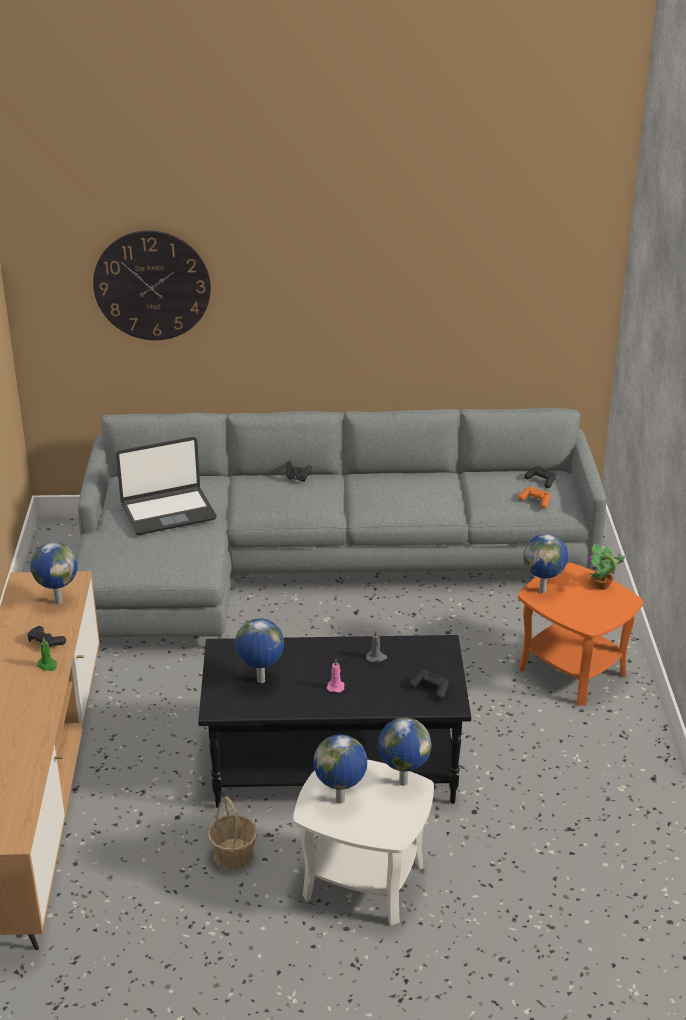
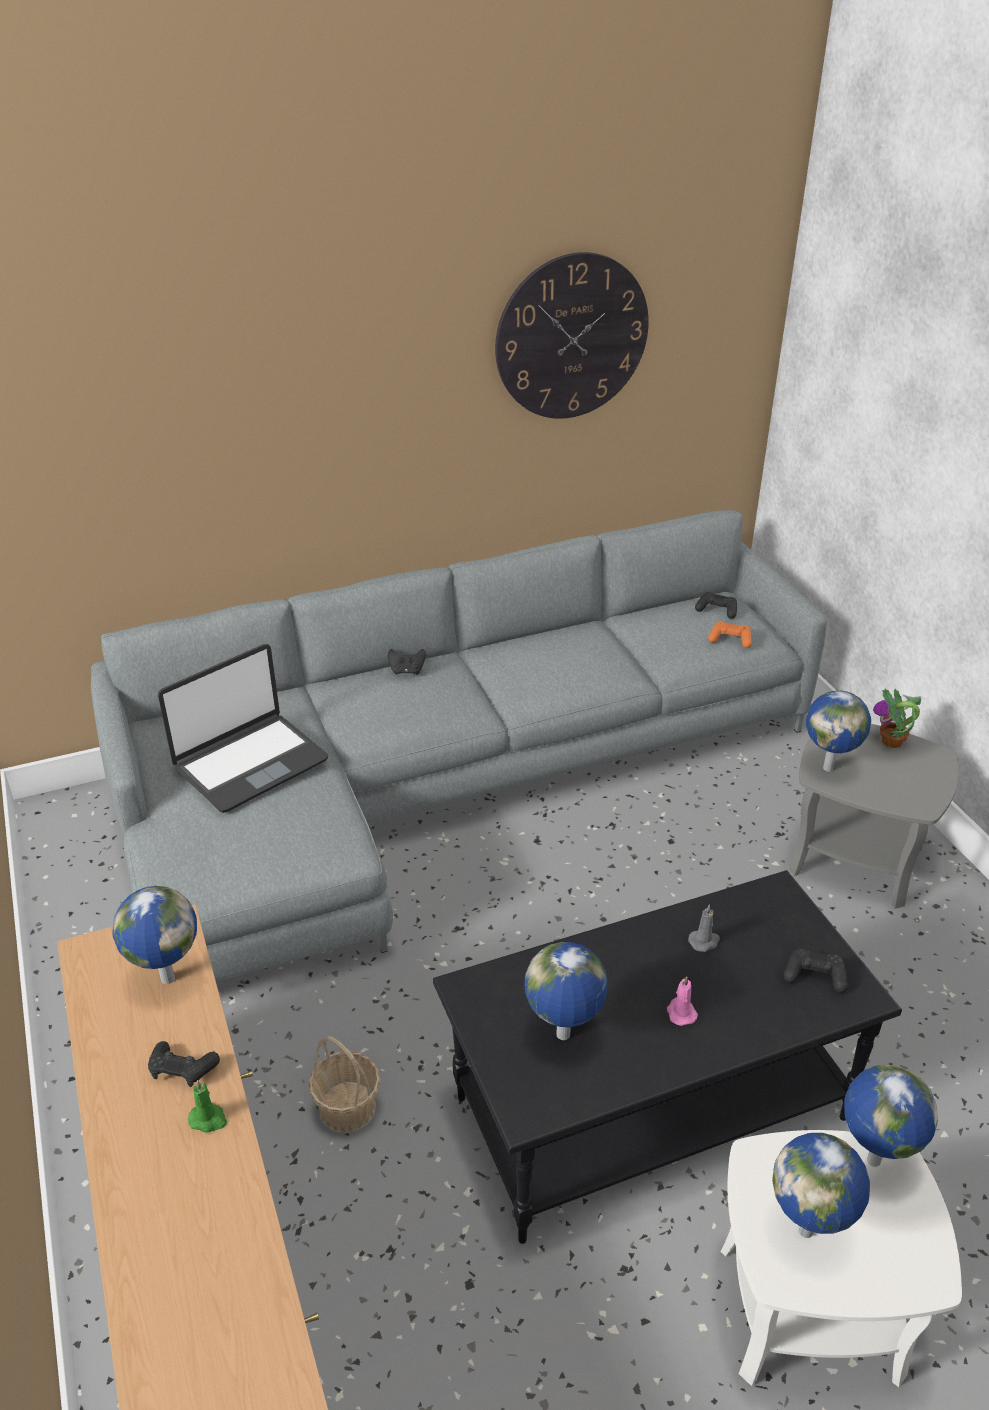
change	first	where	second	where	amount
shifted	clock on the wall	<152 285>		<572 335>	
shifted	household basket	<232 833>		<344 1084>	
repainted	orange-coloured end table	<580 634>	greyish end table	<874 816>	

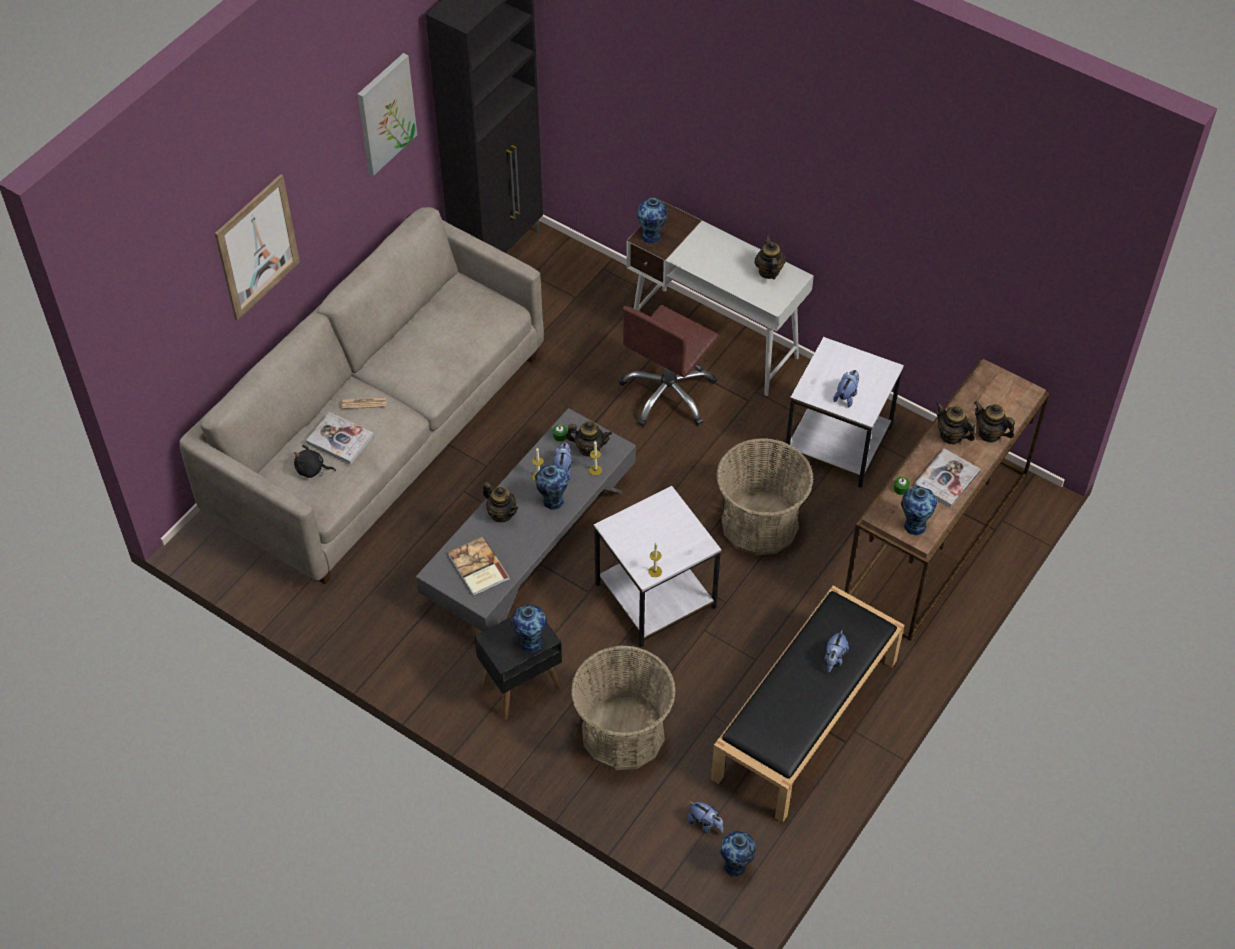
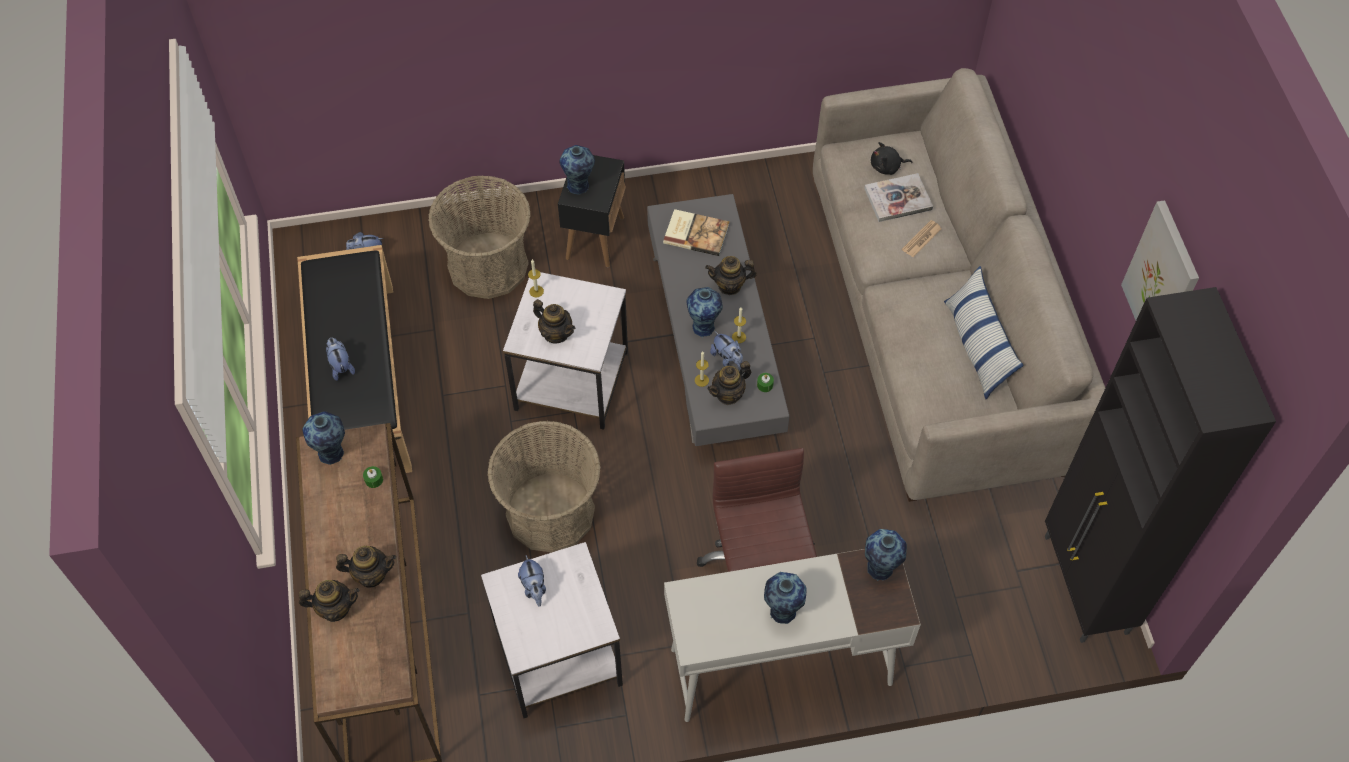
change	first	where	second	where	amount
gone	wall picture	<257 247>			
rotated	black-coloured cuddly toy	<315 461>		<892 158>	150 degrees counterclockwise
shifted	flower vase	<738 854>		<785 598>	
shifted	pot for tea	<770 257>		<554 321>	
gone	book	<947 478>			
new			cushion	<984 332>	

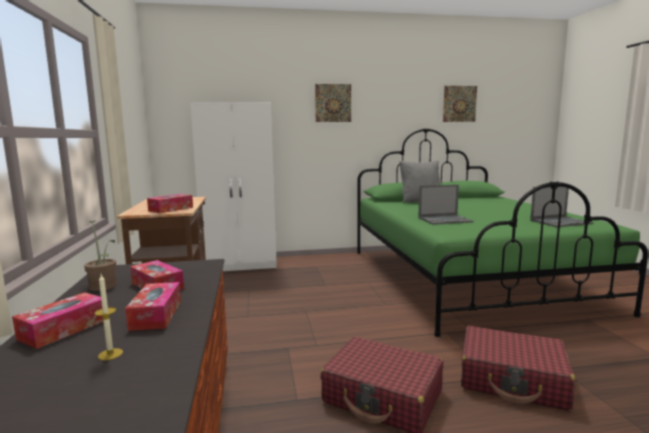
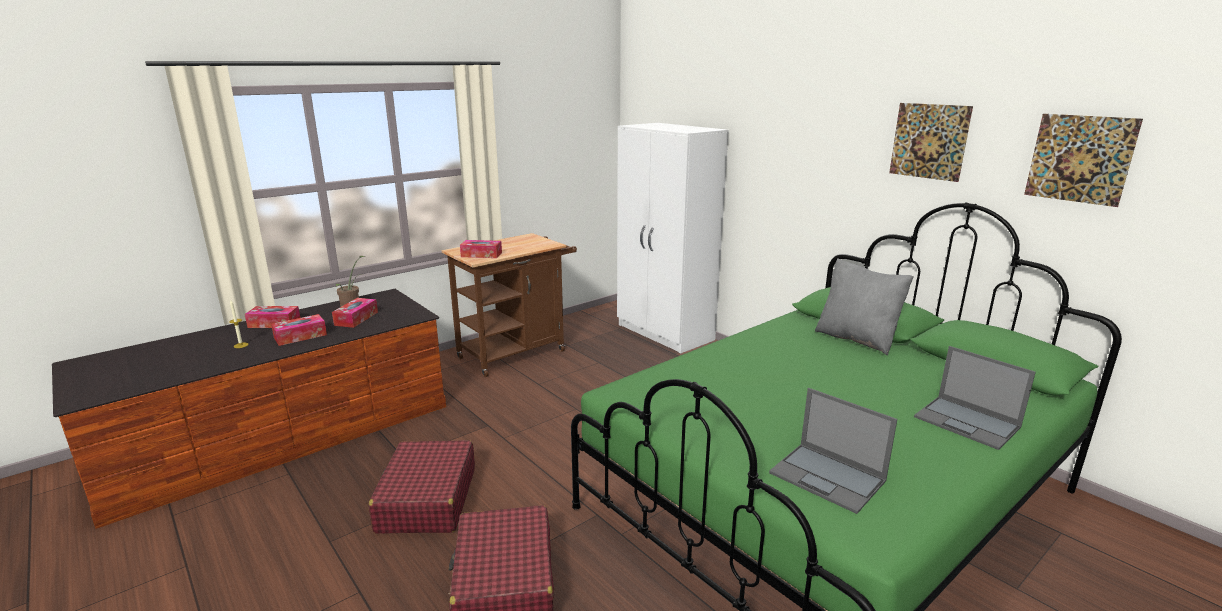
change	first	where	second	where	amount
shifted	wall picture	<333 103>		<931 142>	
shifted	portable computer	<446 205>		<975 398>	

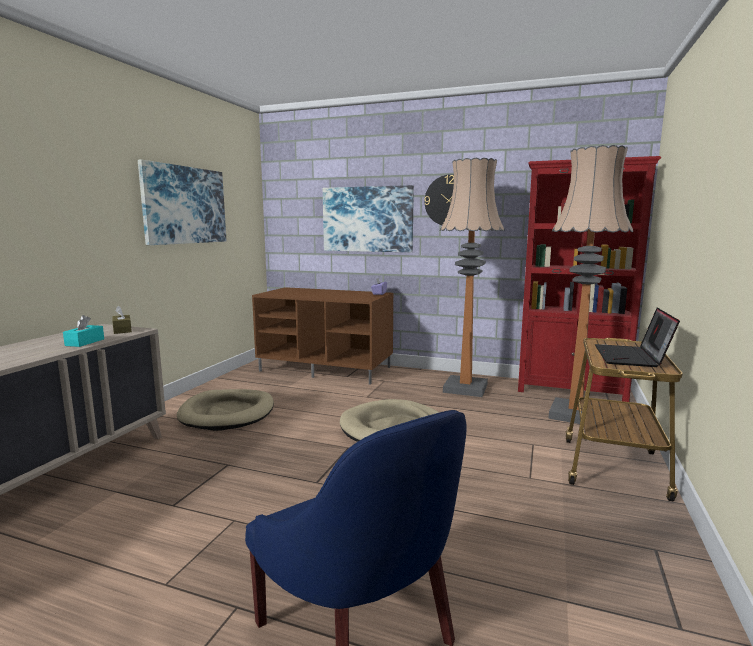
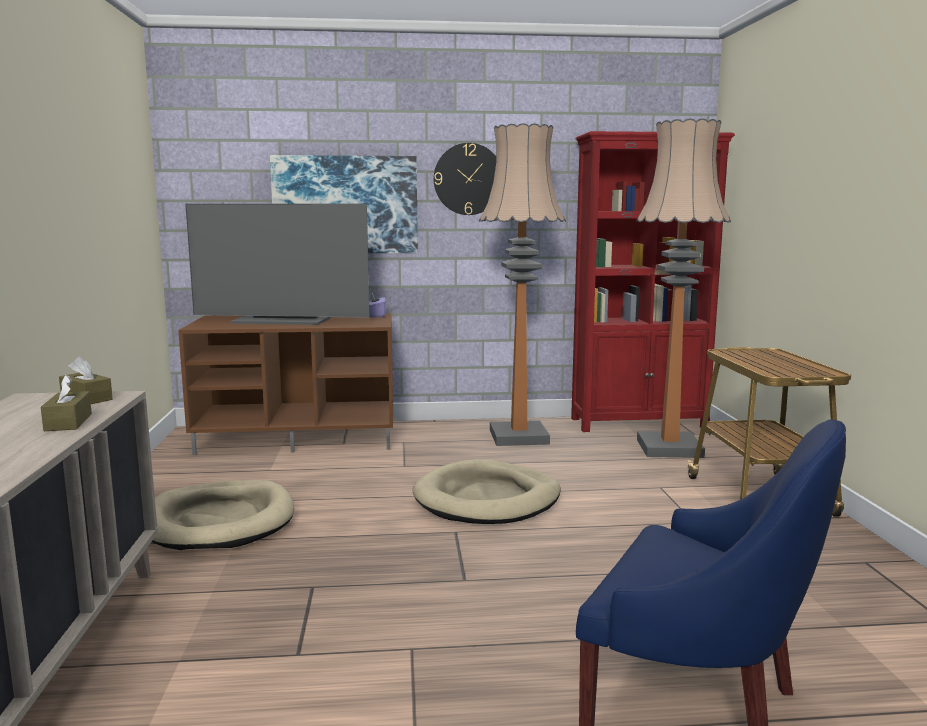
change	first	where	second	where	amount
repainted	turquoise tissue holder	<83 331>	brown-coloured tissue holder	<66 403>	
gone	wall picture	<182 202>			
gone	portable computer	<637 337>			
new			TV set	<277 264>	

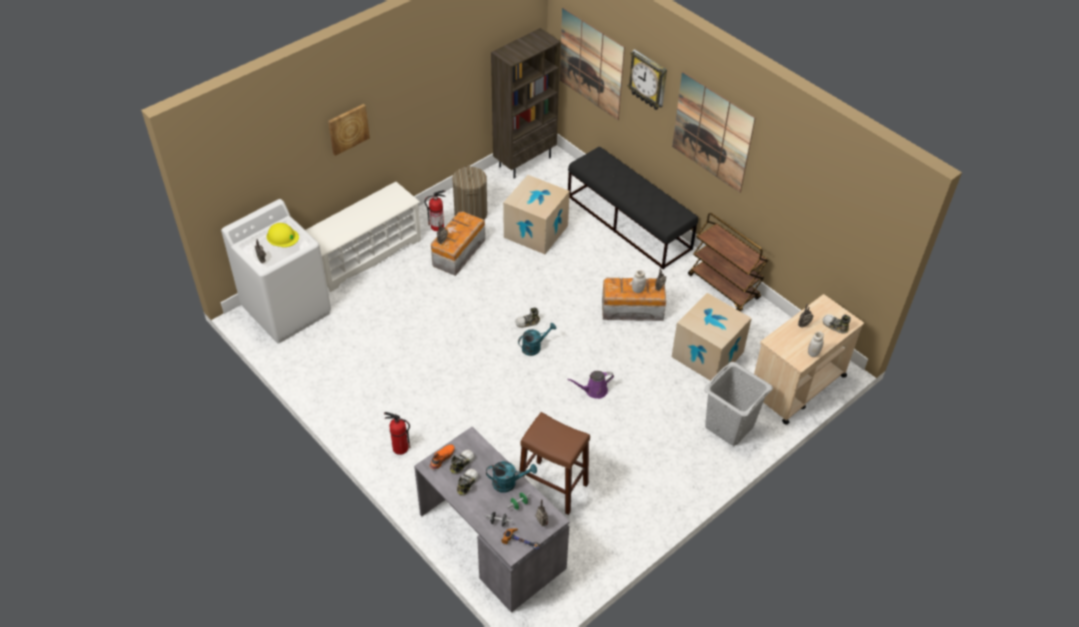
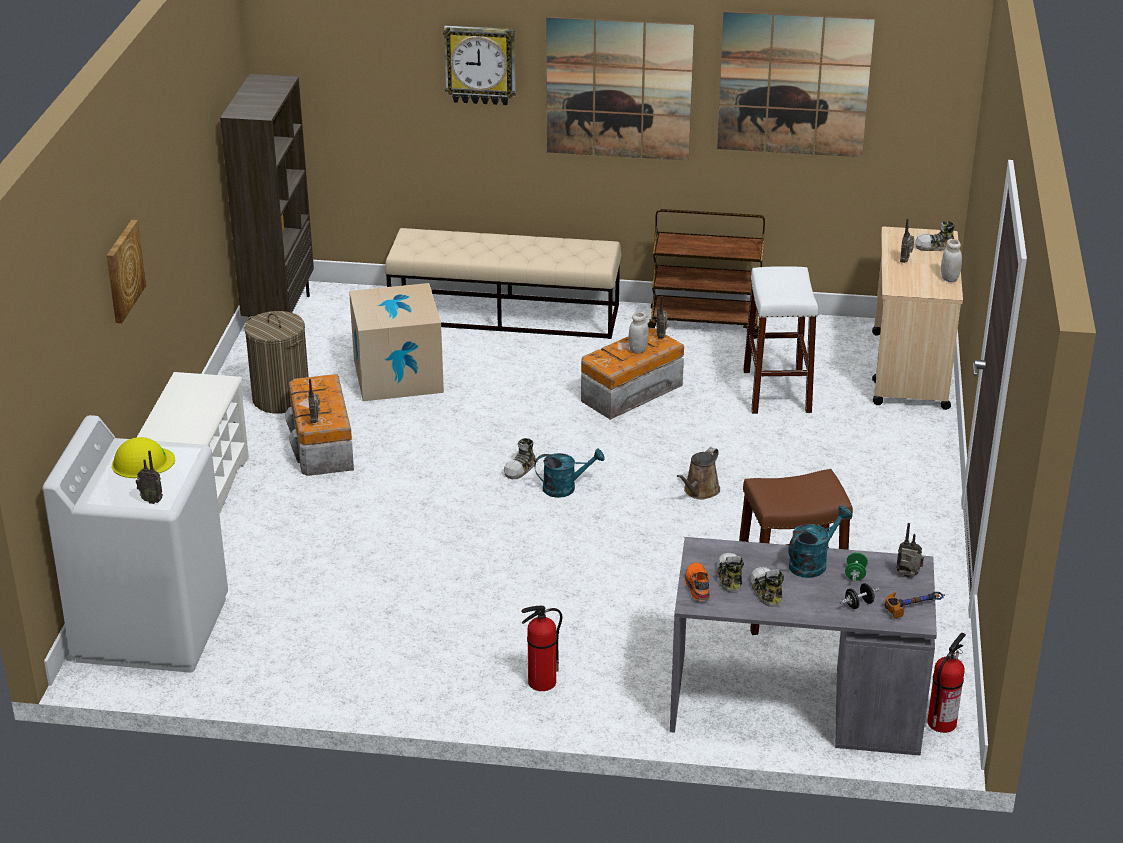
change	first	where	second	where	amount
shifted	fire-fighting cylinder	<435 210>		<946 683>	
rotated	turquoise sprinkling can	<537 339>		<569 473>	60 degrees clockwise
shifted	wall picture	<592 64>		<796 84>	
repainted	purple-coloured sprinkling can	<590 385>	brown-coloured sprinkling can	<698 473>	
repainted	black-coloured long seat	<633 208>	beige long seat	<503 283>	
swapped	packing box	<712 337>	white-coloured stool	<780 340>	
gone	greyish hamper	<738 404>			

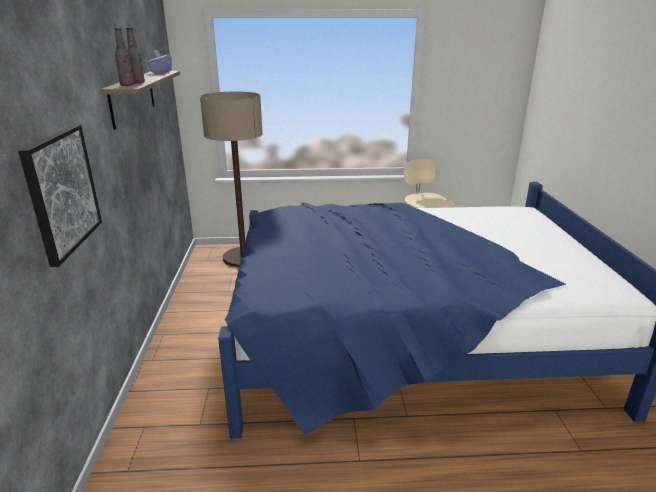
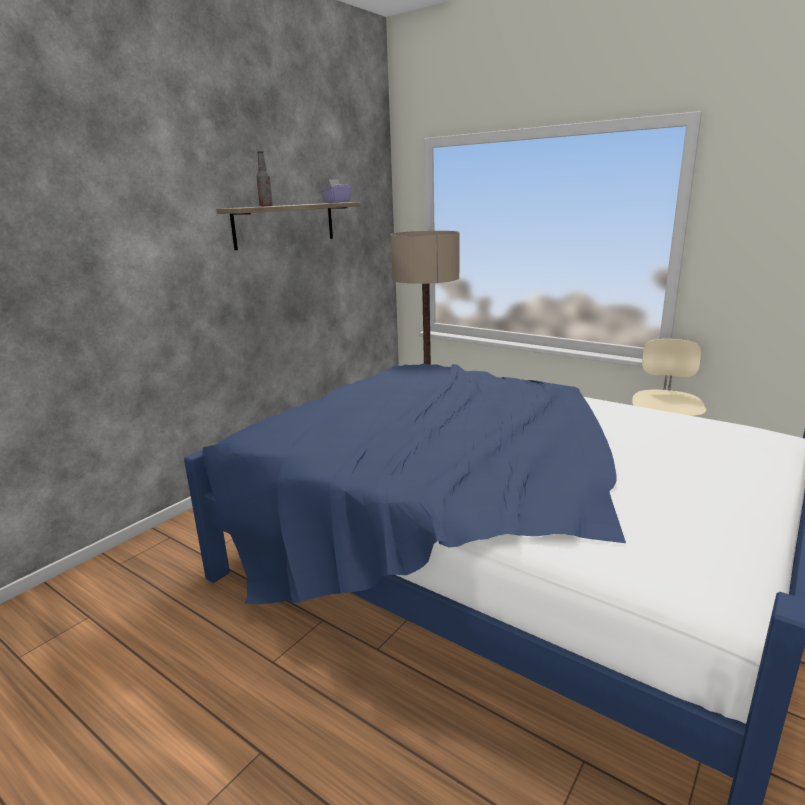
change	first	where	second	where	amount
gone	wall picture	<60 196>			
gone	bottle	<124 57>			

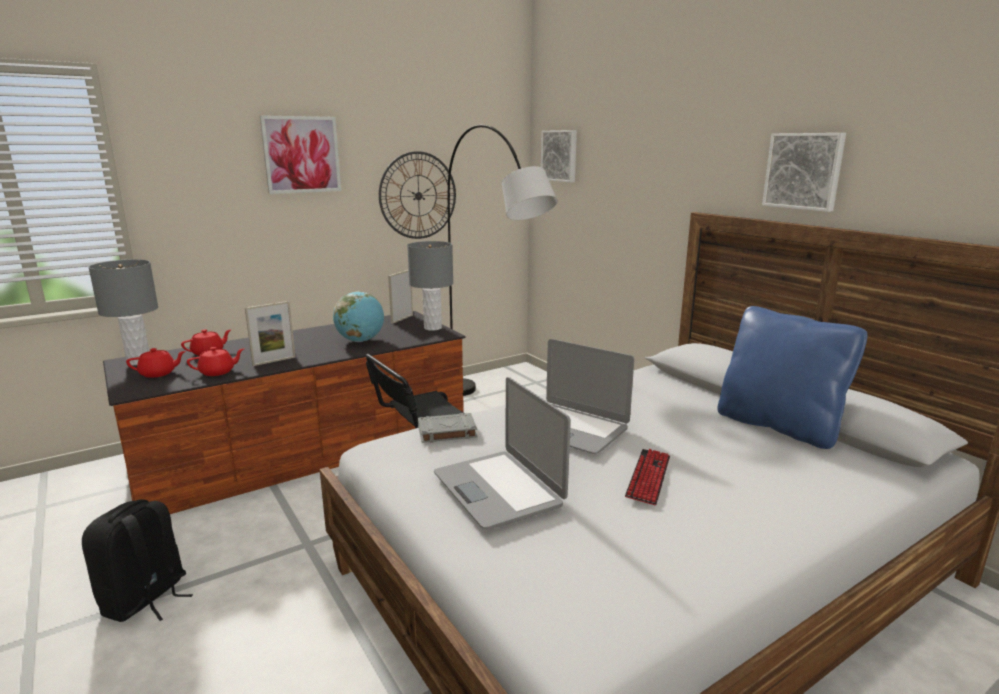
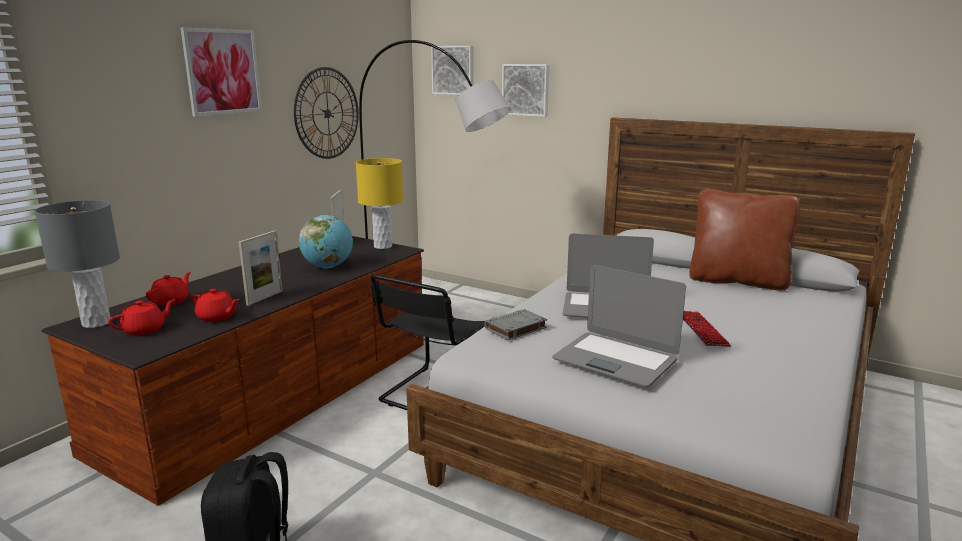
change	first	where	second	where	amount
rotated	red-coloured pot for tea	<216 361>		<215 305>	75 degrees clockwise
repainted	greyish lamp for a table	<430 286>	yellow lamp for a table	<379 203>	
repainted	bluish cushion	<792 377>	brown-coloured cushion	<745 240>	
shifted	wall picture	<804 172>		<525 90>	

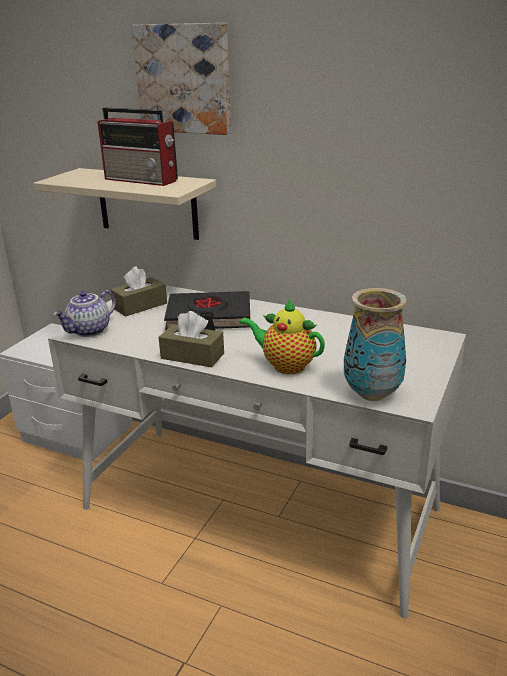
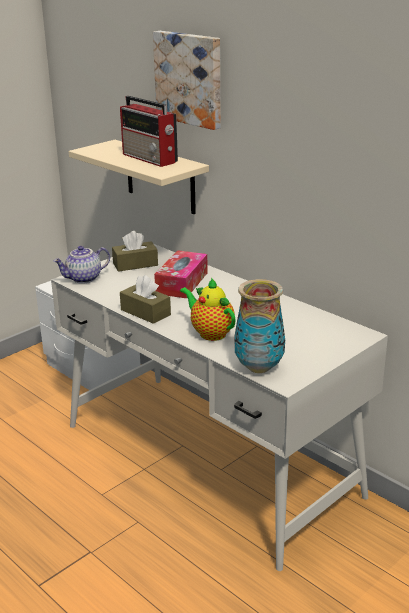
change	first	where	second	where	amount
swapped	black-coloured book	<207 311>	tissue holder	<181 274>	

